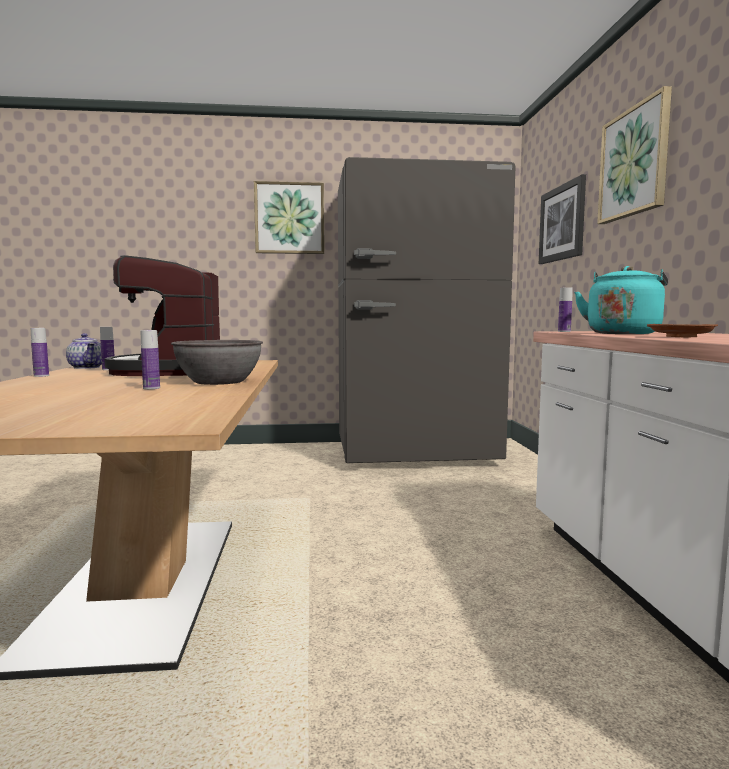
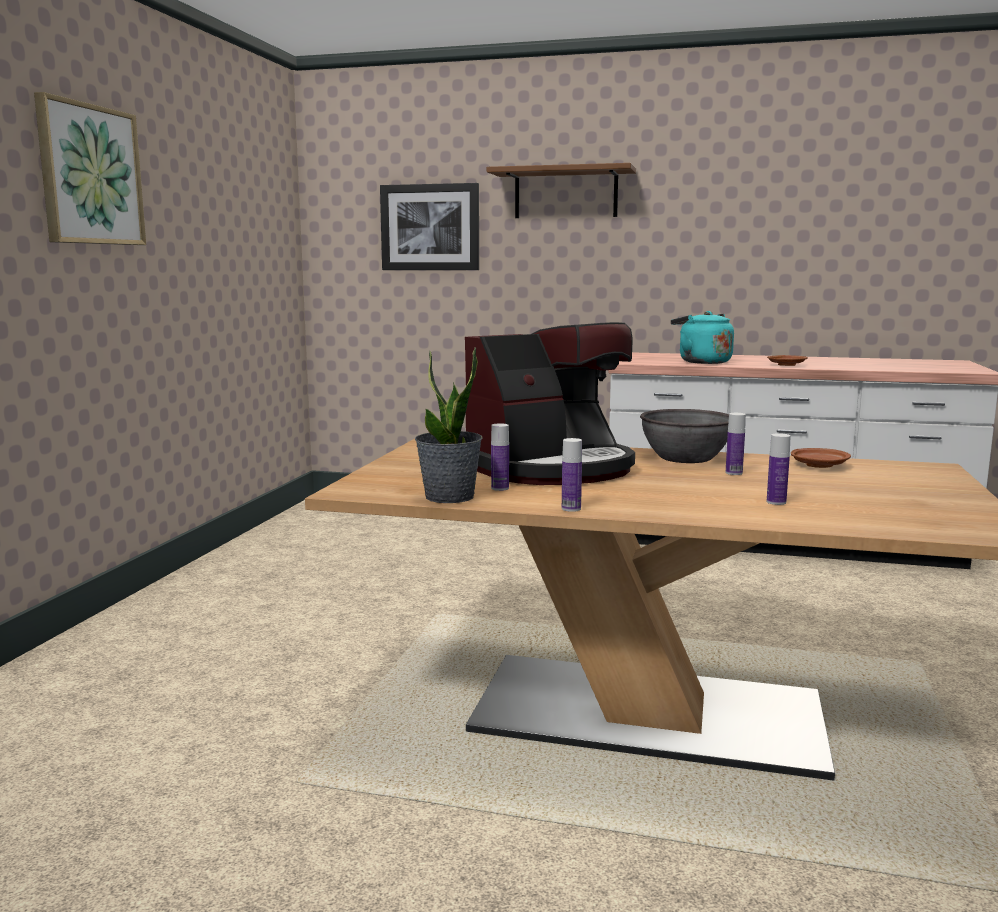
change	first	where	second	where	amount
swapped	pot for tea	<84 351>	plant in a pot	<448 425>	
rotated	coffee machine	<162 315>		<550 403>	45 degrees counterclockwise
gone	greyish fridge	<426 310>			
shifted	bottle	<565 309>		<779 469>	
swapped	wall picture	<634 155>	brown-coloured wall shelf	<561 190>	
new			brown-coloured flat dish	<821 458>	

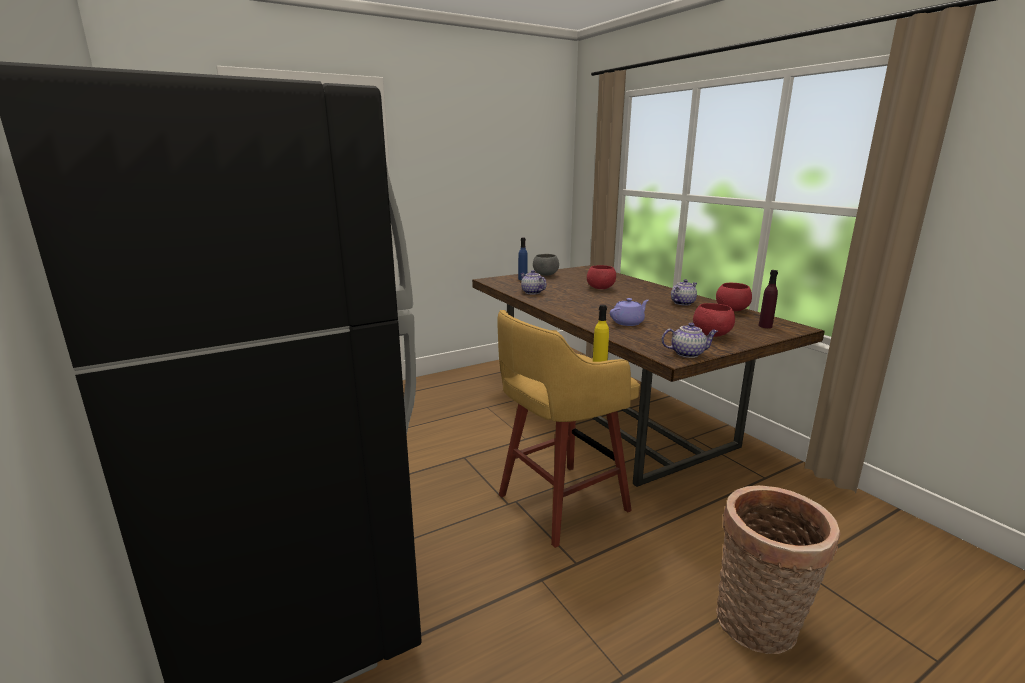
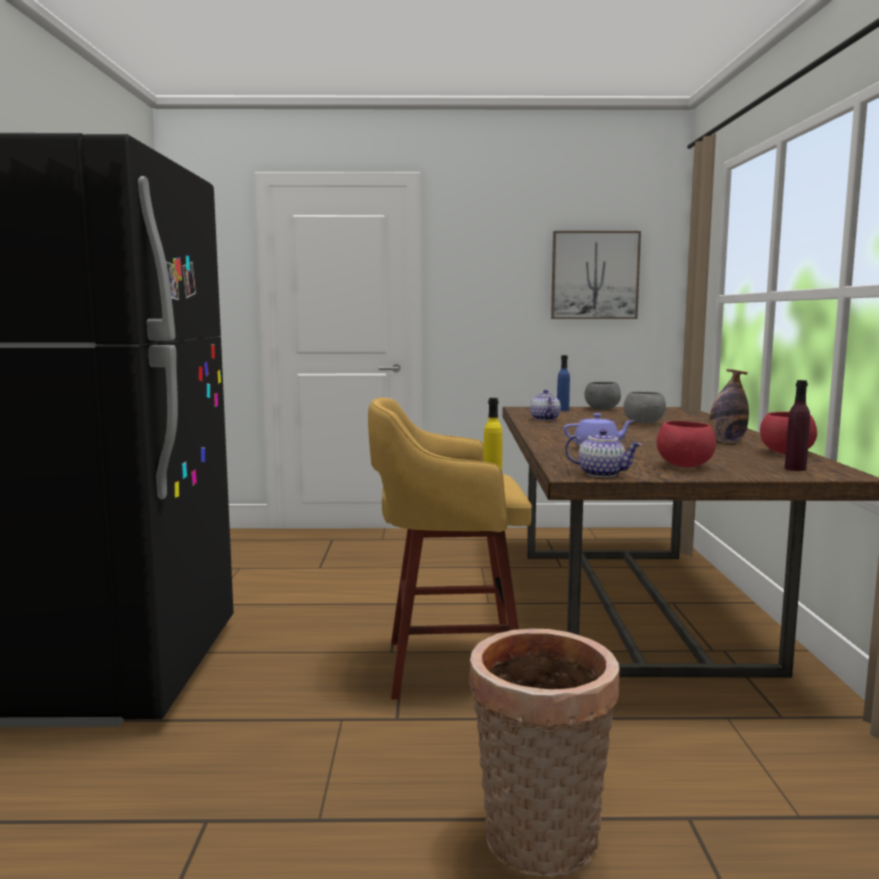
change	first	where	second	where	amount
repainted	red-coloured serving bowl	<601 277>	greyish serving bowl	<644 408>	
swapped	pot for tea	<684 292>	bottle	<728 406>	
new			wall picture	<596 275>	

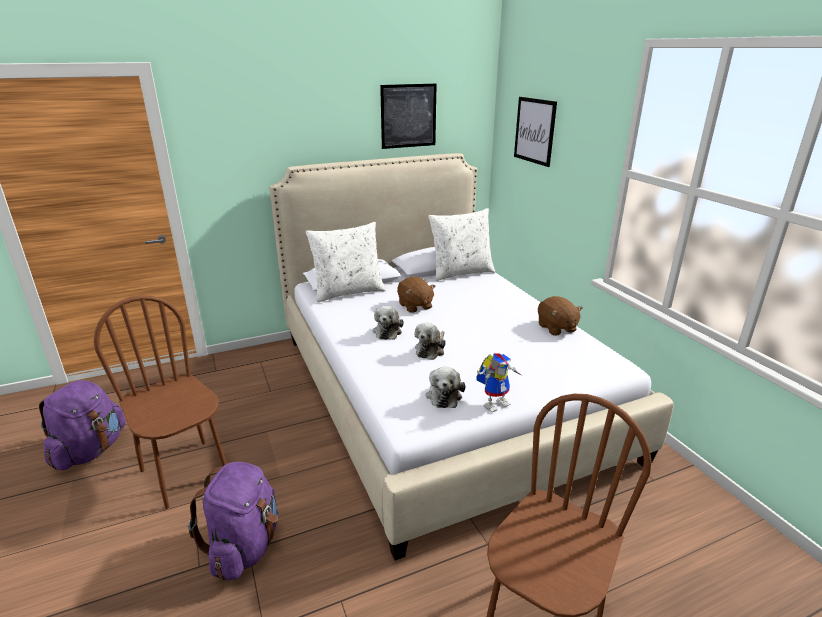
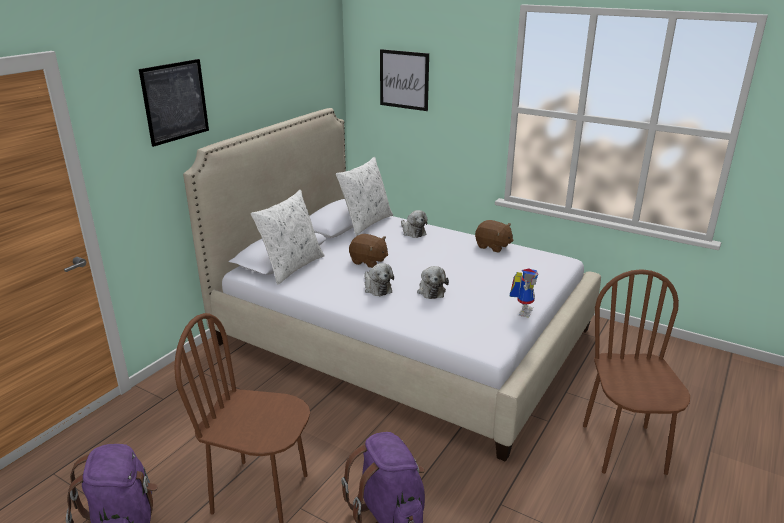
change	first	where	second	where	amount
shifted	wall picture	<408 116>		<174 103>	
shifted	cuddly toy	<445 387>		<414 224>	

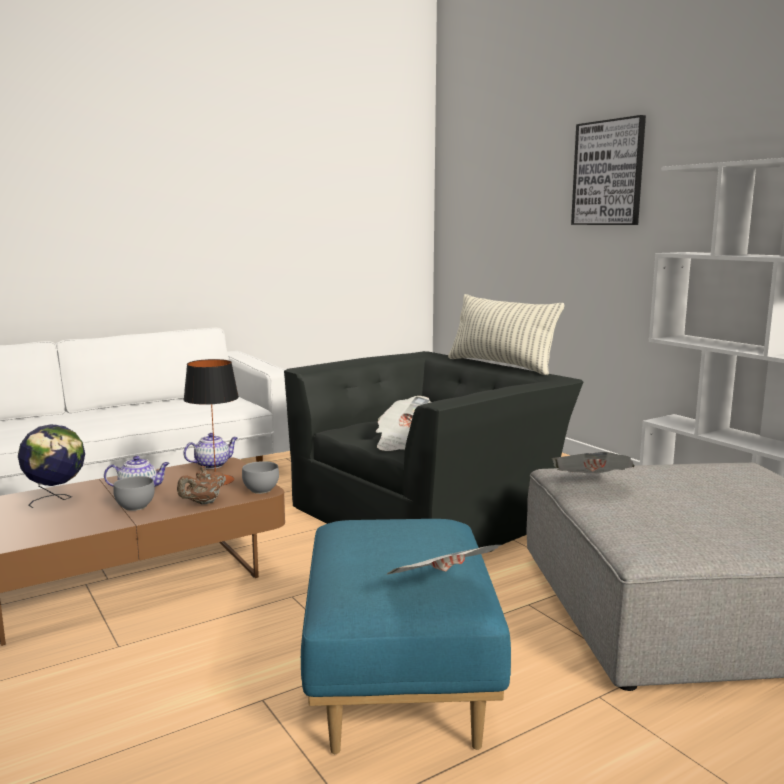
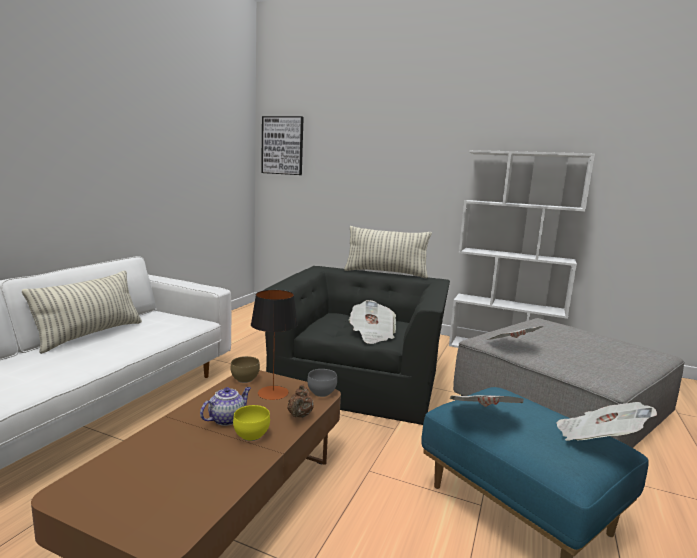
change	first	where	second	where	amount
gone	desk globe	<51 466>			
repainted	greyish serving bowl	<134 493>	yellow serving bowl	<251 423>	
swapped	pot for tea	<210 451>	brown-coloured serving bowl	<245 369>	
shifted	wall picture	<608 170>		<282 145>	
new			cushion	<82 312>	
new			printed paper	<486 401>	

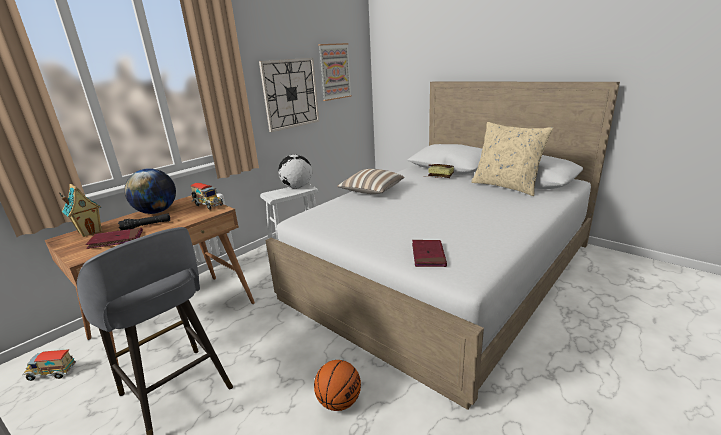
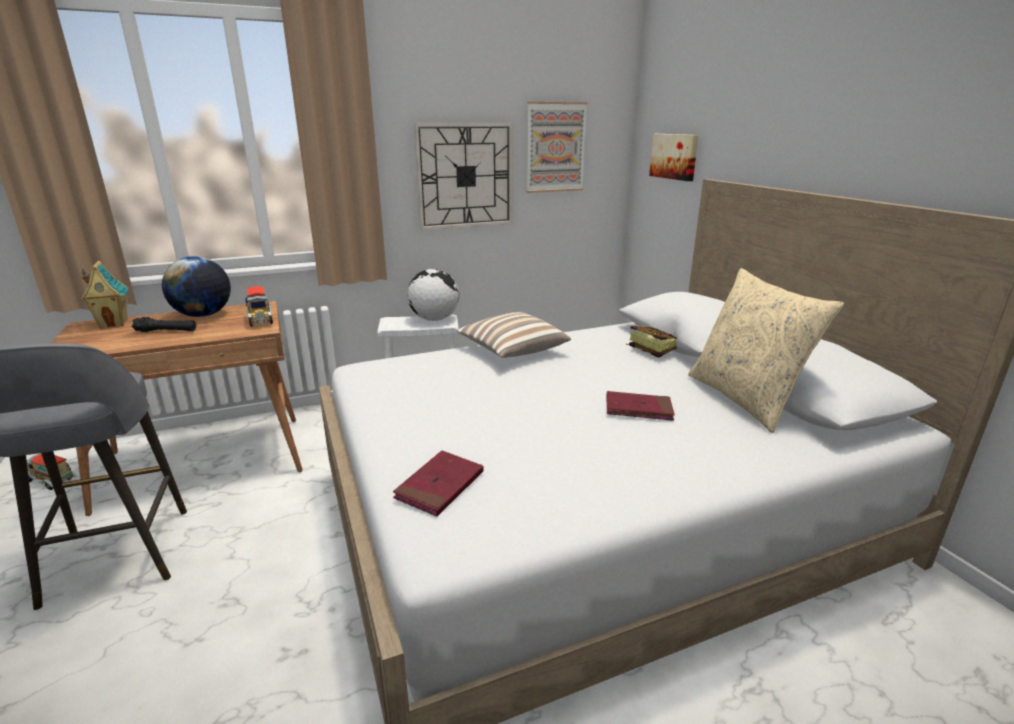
change	first	where	second	where	amount
shifted	red-coloured book	<114 238>		<640 406>	
gone	basketball	<337 385>			
new			wall picture	<674 157>	

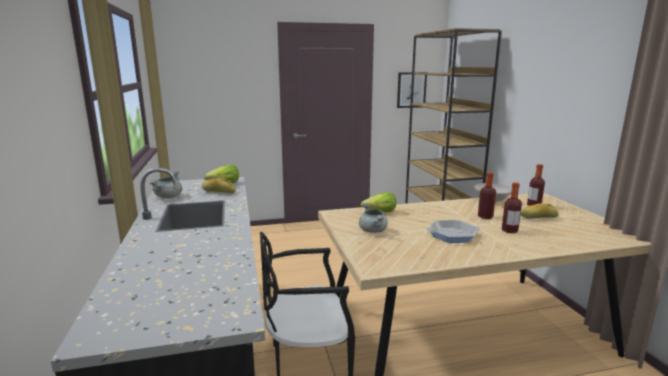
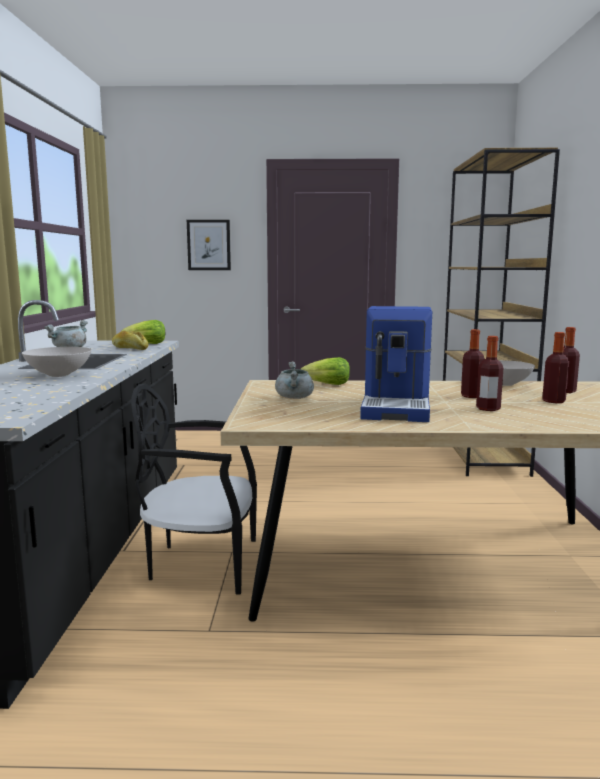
change	first	where	second	where	amount
shifted	wall picture	<412 90>		<209 245>	
swapped	frying pan	<453 231>	coffee machine	<396 364>	
swapped	bakery bread	<540 211>	bottle	<555 367>	
new			white-coloured serving bowl	<56 362>	

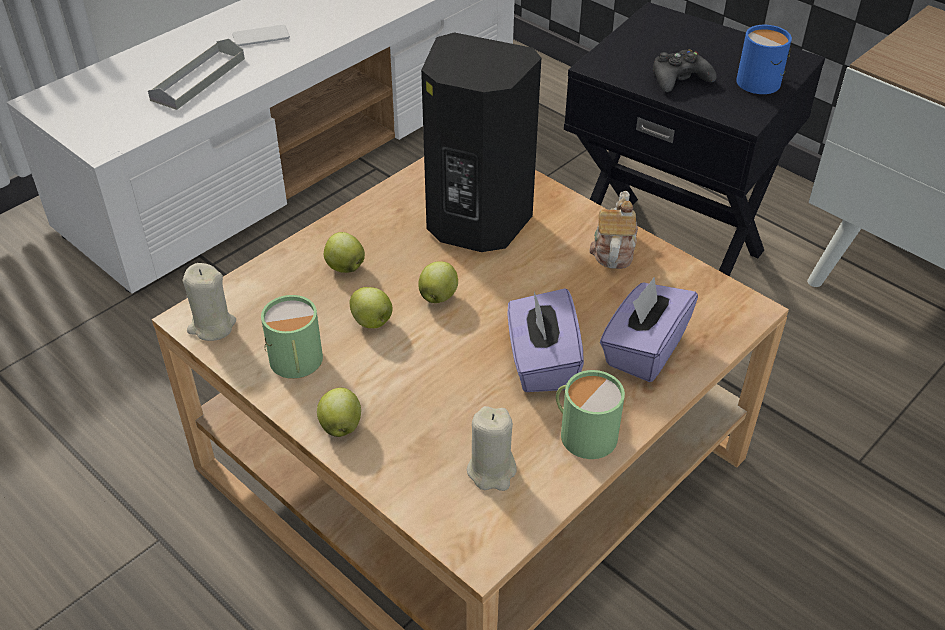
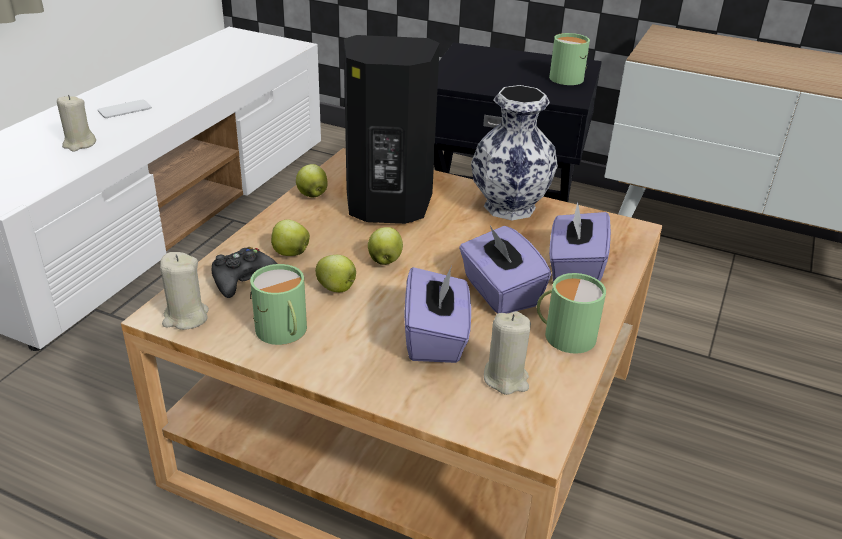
change	first	where	second	where	amount
swapped	greyish serving tray	<196 74>	beige wax light	<76 123>	
shifted	whole apple	<339 412>		<312 180>	
swapped	pot for tea	<613 230>	flower vase	<514 152>	
shifted	black-coloured joypad	<685 70>		<244 272>	
repainted	bluish coffee mug	<764 59>	green coffee mug	<569 59>	
new			purple-coloured tissue holder	<437 314>	

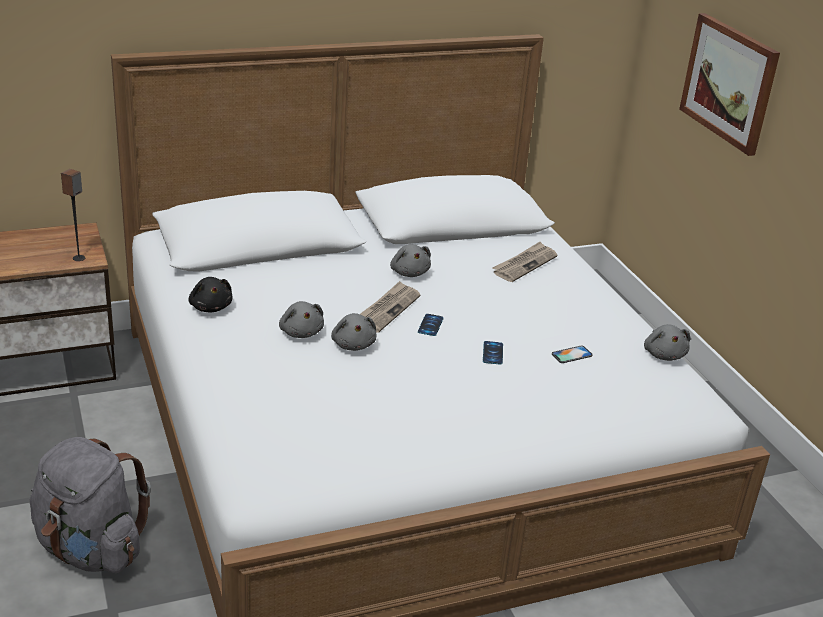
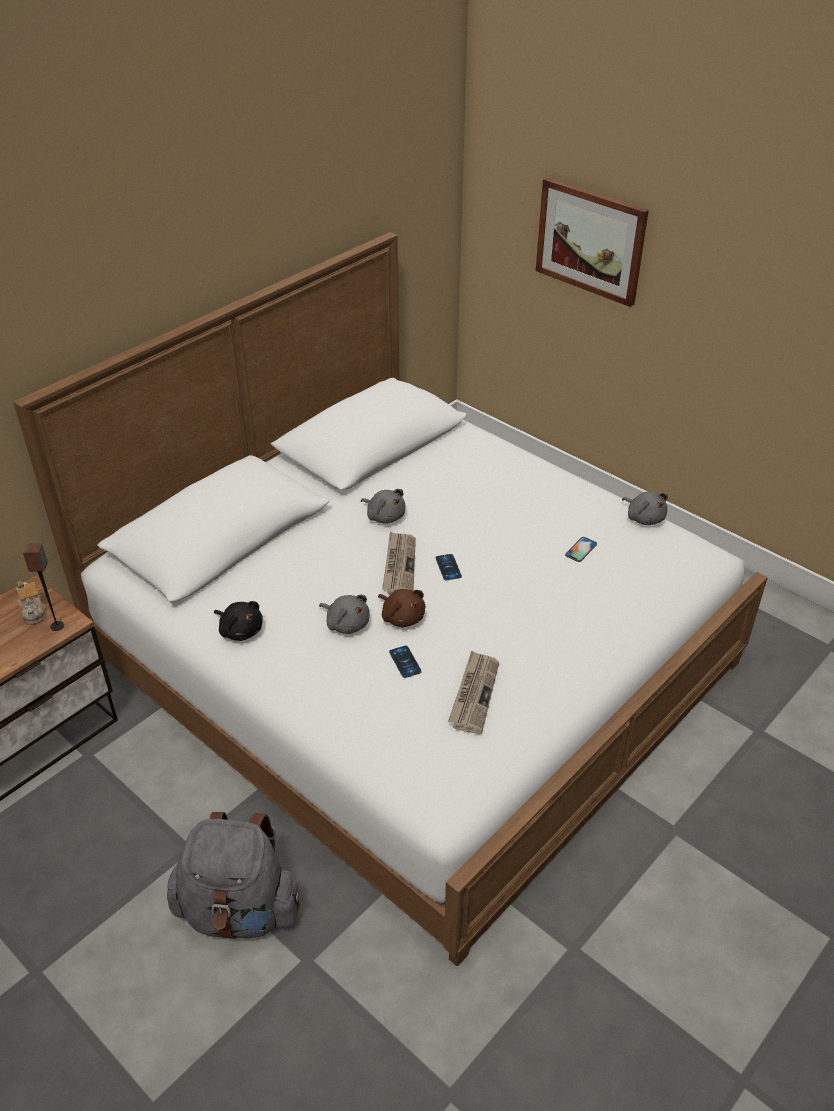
change	first	where	second	where	amount
repainted	greyish cuddly toy	<353 332>	brown-coloured cuddly toy	<401 608>	
shifted	telephone	<493 353>		<405 661>	
shifted	printed paper	<524 262>		<473 692>	
new			pot for tea	<31 603>	

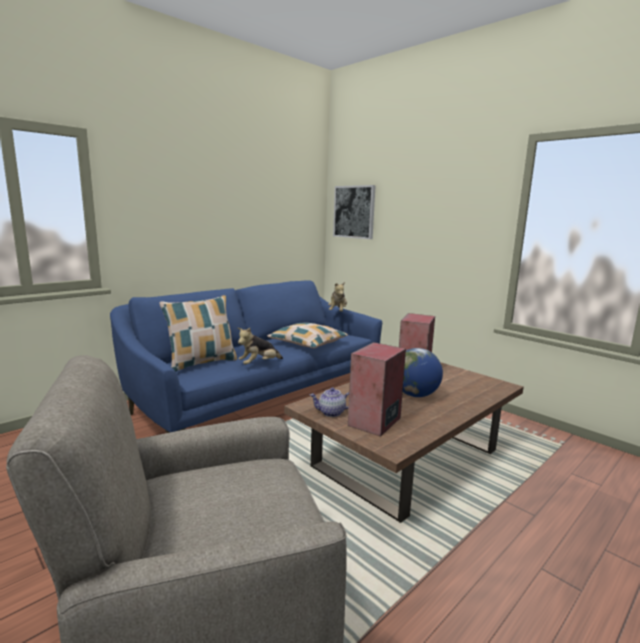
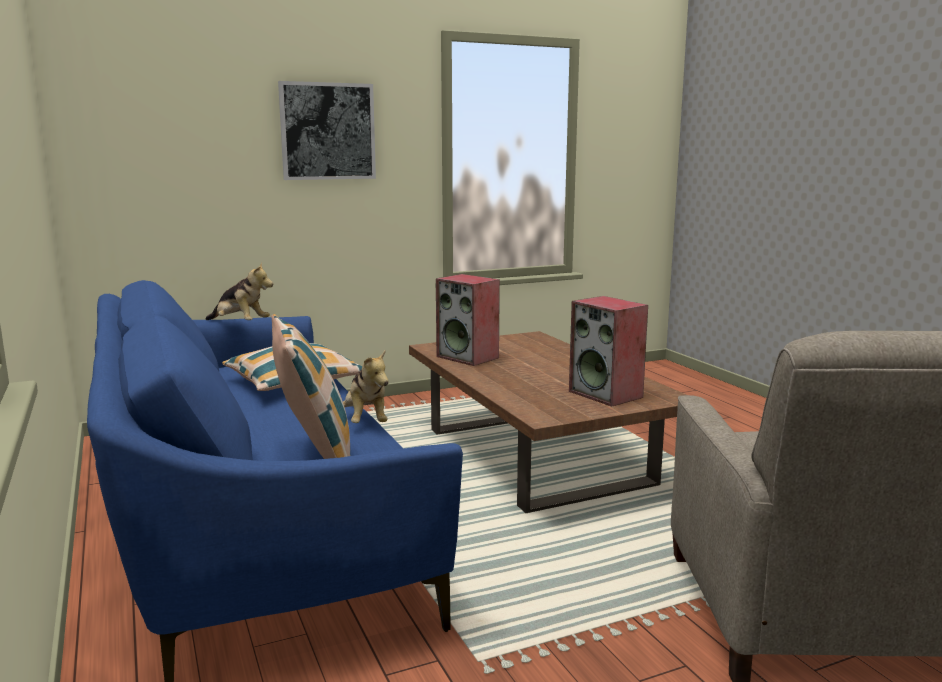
change	first	where	second	where	amount
gone	pot for tea	<329 402>			
shifted	wall picture	<354 212>		<327 130>	
gone	desk globe	<423 372>			

